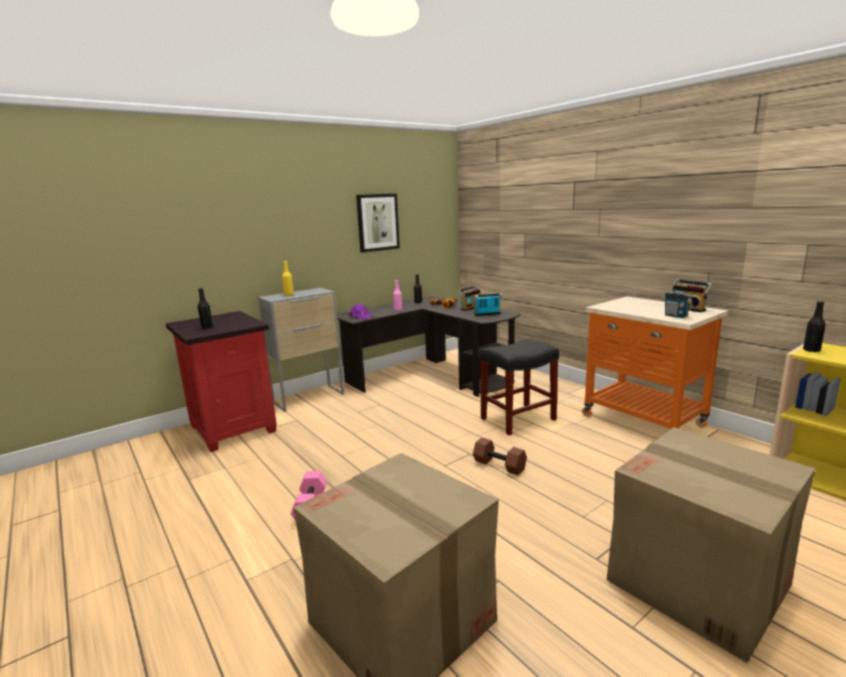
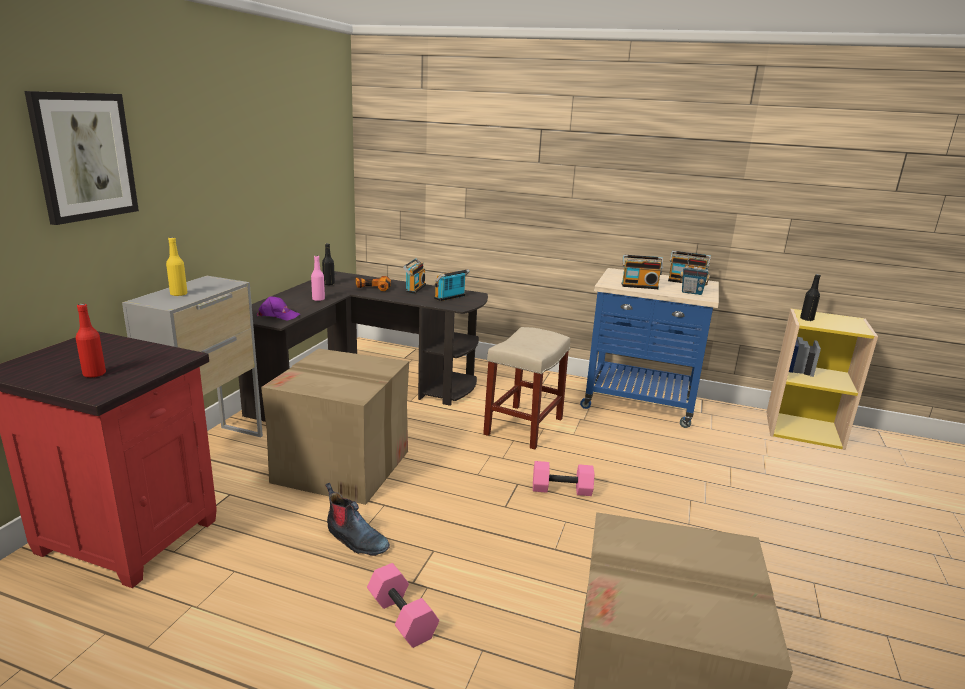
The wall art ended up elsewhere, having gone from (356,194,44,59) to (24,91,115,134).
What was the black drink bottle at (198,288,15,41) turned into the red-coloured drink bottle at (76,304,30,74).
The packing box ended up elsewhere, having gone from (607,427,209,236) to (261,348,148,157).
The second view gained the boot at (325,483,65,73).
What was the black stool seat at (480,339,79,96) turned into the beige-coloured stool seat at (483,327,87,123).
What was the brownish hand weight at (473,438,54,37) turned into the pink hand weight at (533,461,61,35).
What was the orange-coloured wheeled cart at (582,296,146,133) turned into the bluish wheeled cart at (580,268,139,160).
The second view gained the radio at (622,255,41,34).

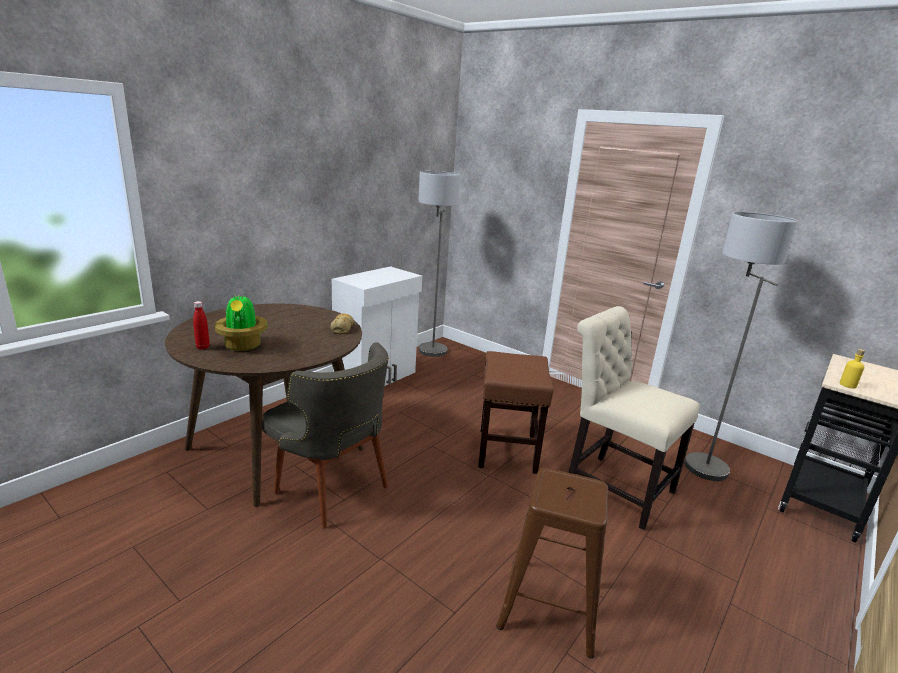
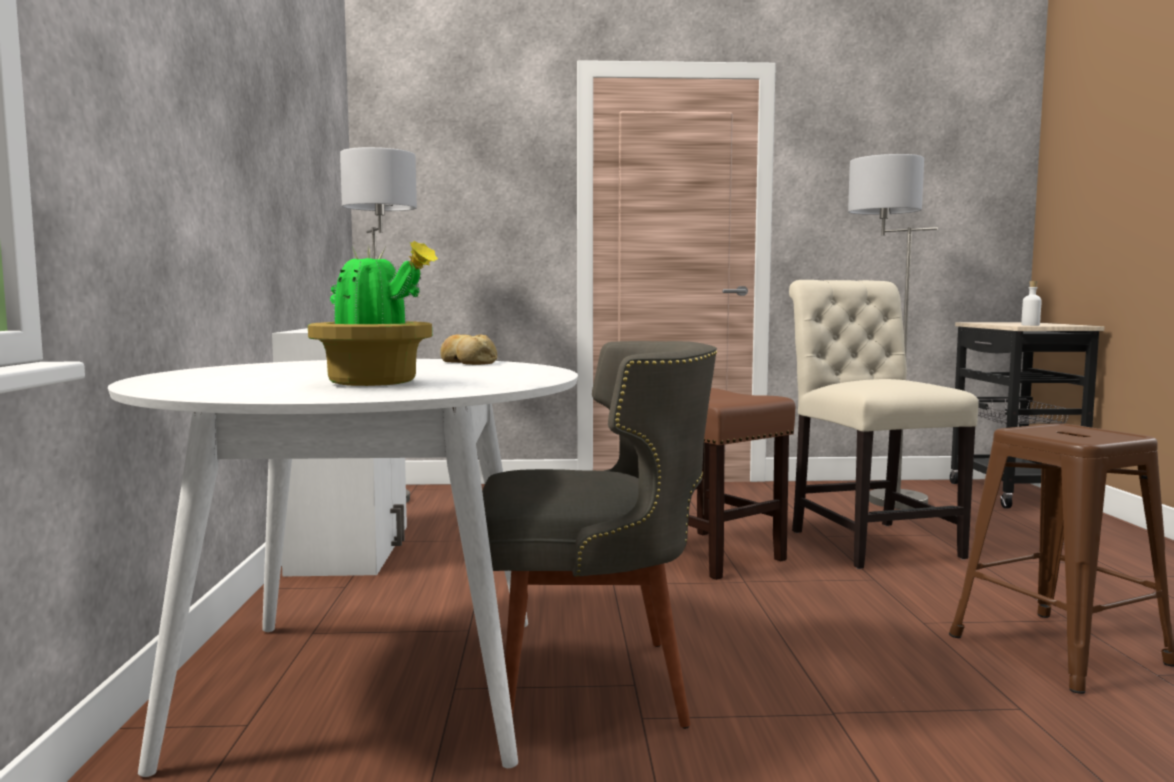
What was the brownish kitchen table at (165,304,199,203) turned into the white-coloured kitchen table at (108,359,470,418).
The beige-coloured plain chair at (567,306,133,224) ended up facing another way, 75 degrees clockwise from before.
What was the yellow-coloured drink bottle at (840,349,25,39) turned into the white-coloured drink bottle at (1021,281,21,45).
The second view lost the red-coloured drink bottle at (193,301,17,49).

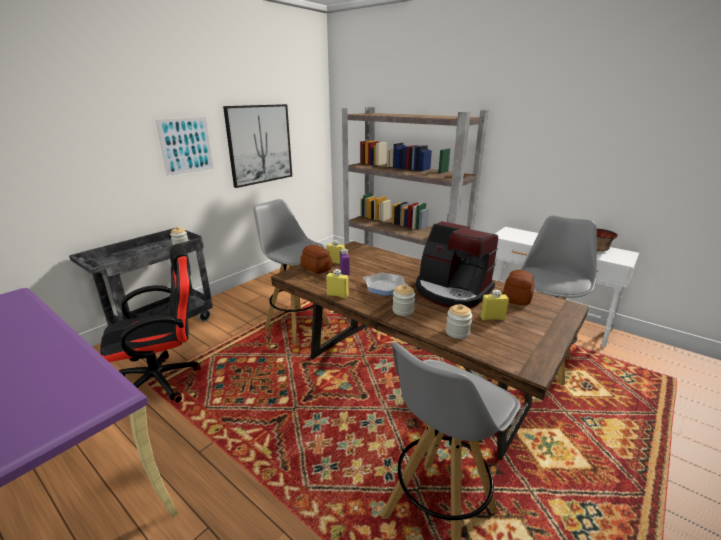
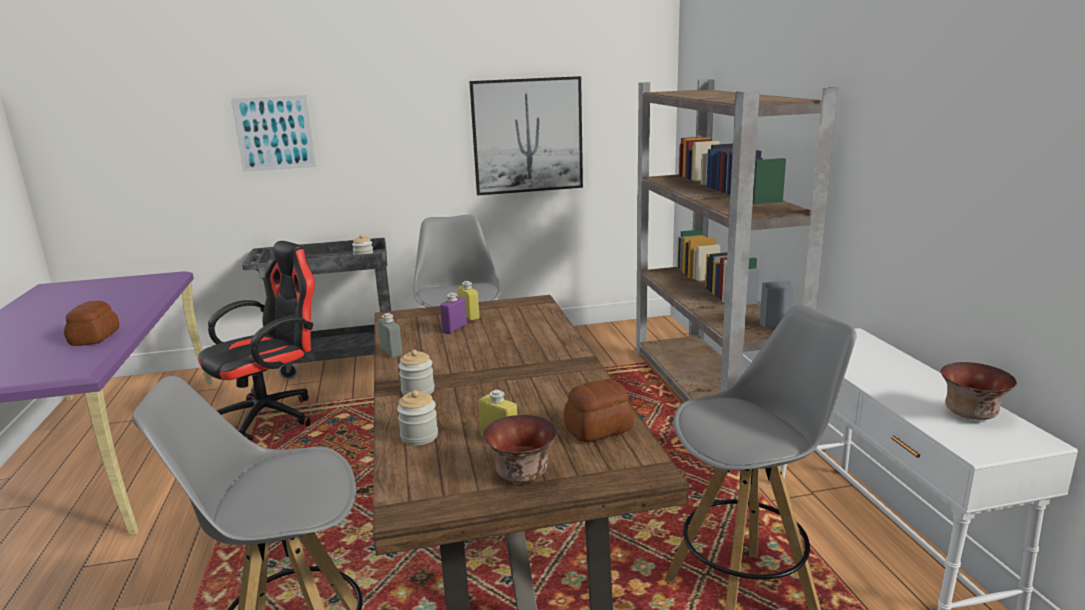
The bakery bread ended up elsewhere, having gone from (300,245,32,29) to (64,301,55,45).
The black desk chair at (100,244,101,159) ended up facing another way, 60 degrees counterclockwise from before.
The wall art ended up elsewhere, having gone from (156,117,58,59) to (231,95,85,77).
What was the yellow-coloured drink bottle at (326,269,23,29) turned into the gray drink bottle at (378,313,24,45).
The second view gained the bowl at (483,415,75,68).
The second view lost the skillet at (363,273,44,23).
The second view lost the coffee machine at (416,221,82,87).

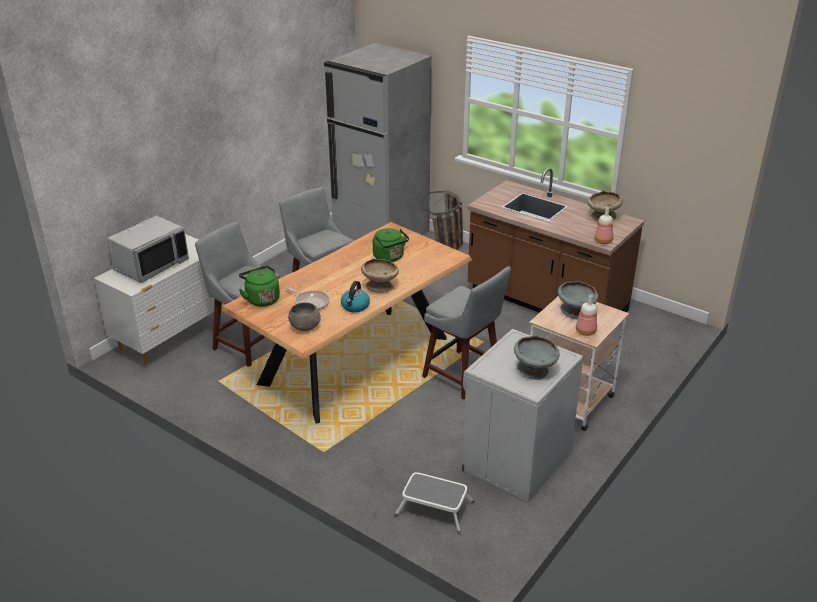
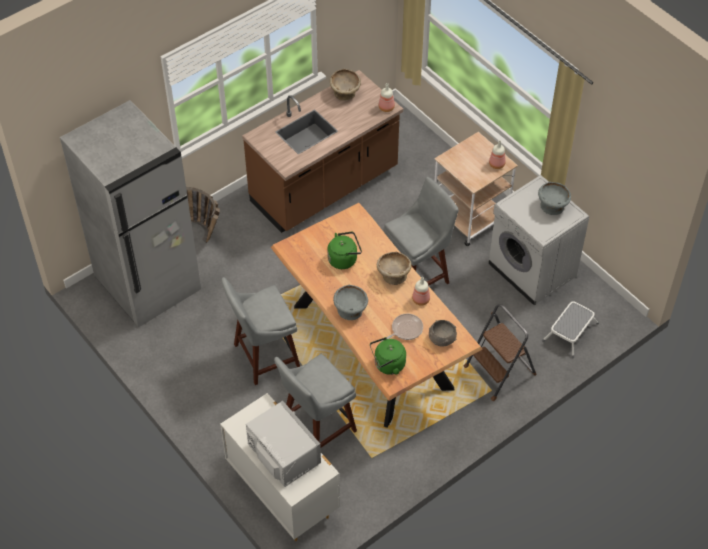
The gray bowl ended up elsewhere, having gone from (558,281,40,38) to (333,285,35,35).
Where the tea kettle stood at (341,281,29,32), the drink bottle came to stand at (412,277,18,29).
The second view gained the brownish step stool at (463,304,74,97).

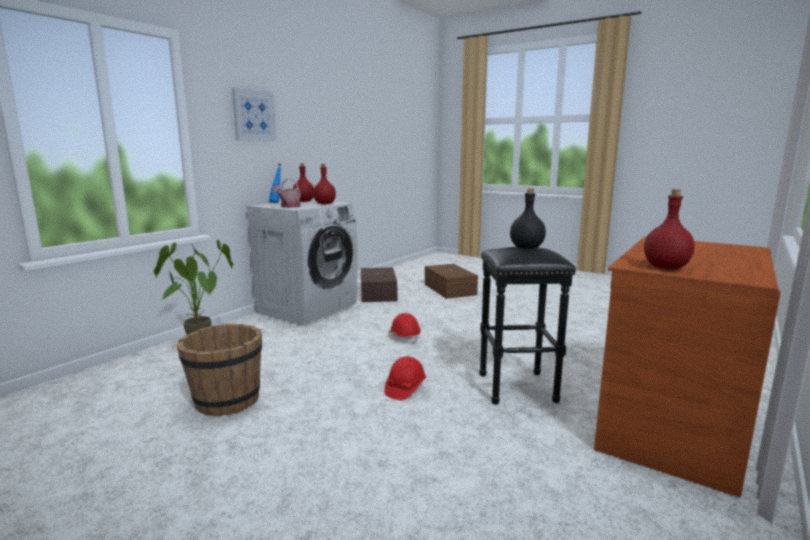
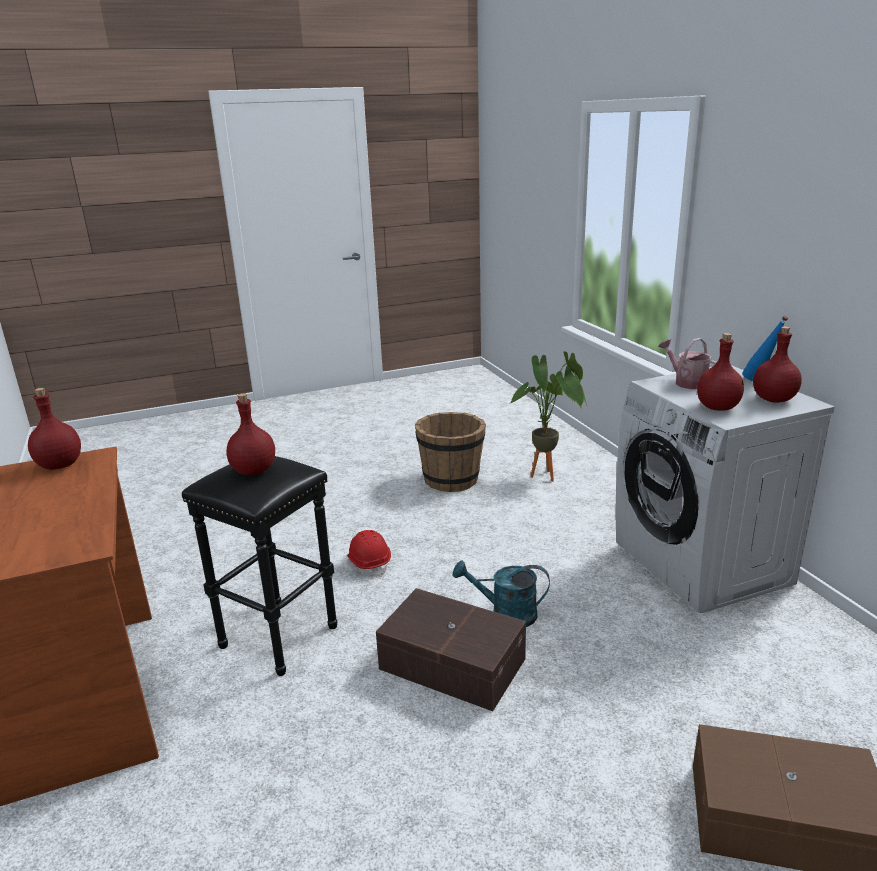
What was the black drink bottle at (510,188,36,61) turned into the red-coloured drink bottle at (226,393,49,82).
The brownish storage box ended up elsewhere, having gone from (361,267,36,35) to (376,588,150,123).
Where the red-coloured hard hat stood at (389,313,32,31), the turquoise-coloured sprinkling can came to stand at (453,560,97,67).
The second view lost the wall art at (232,88,45,53).

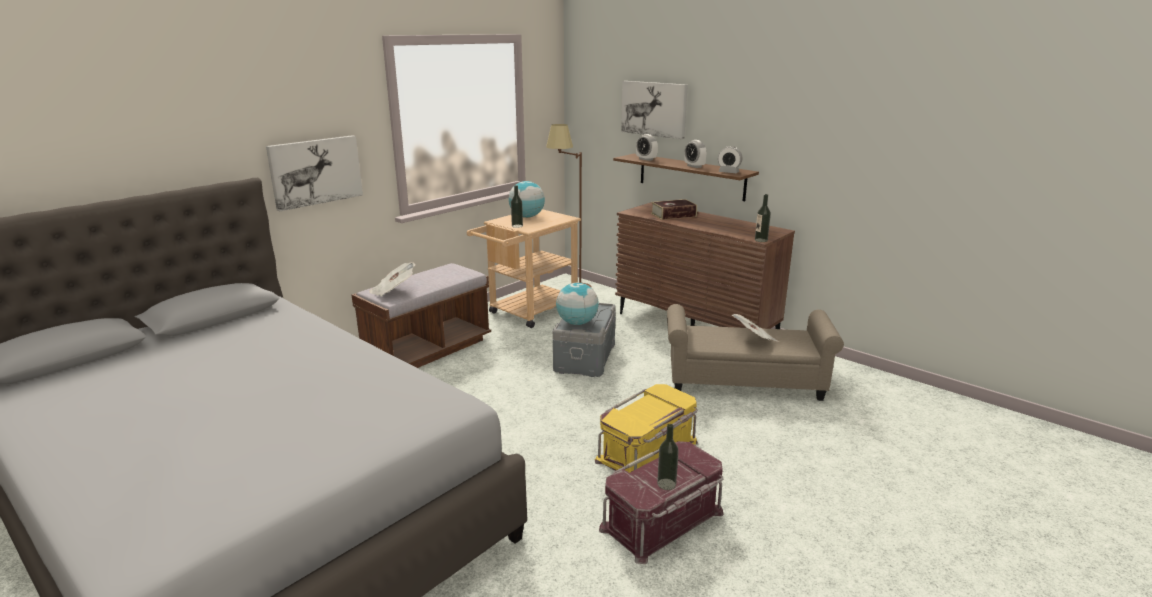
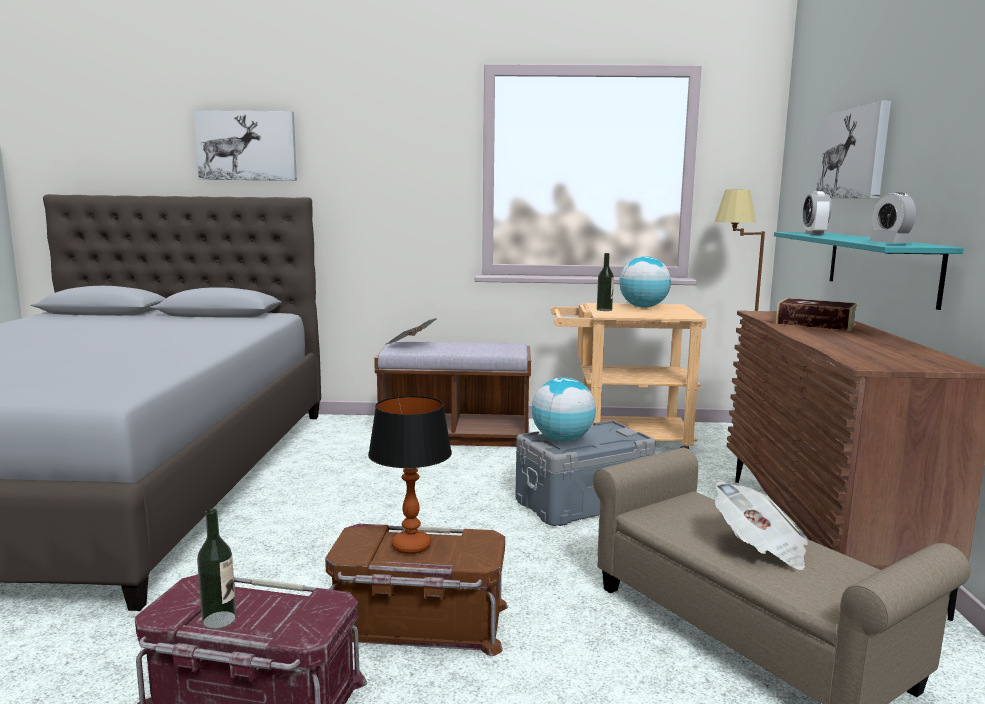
The wall art ended up elsewhere, having gone from (266,135,97,76) to (194,110,103,71).
What was the yellow-coloured storage box at (595,384,103,89) turned into the brownish storage box at (325,524,183,132).
The second view gained the table lamp at (368,396,84,158).
What was the brownish wall shelf at (613,154,146,47) turned into the turquoise-coloured wall shelf at (774,232,190,78).
The second view lost the alarm clock at (684,140,22,28).
The second view lost the drink bottle at (755,194,16,48).

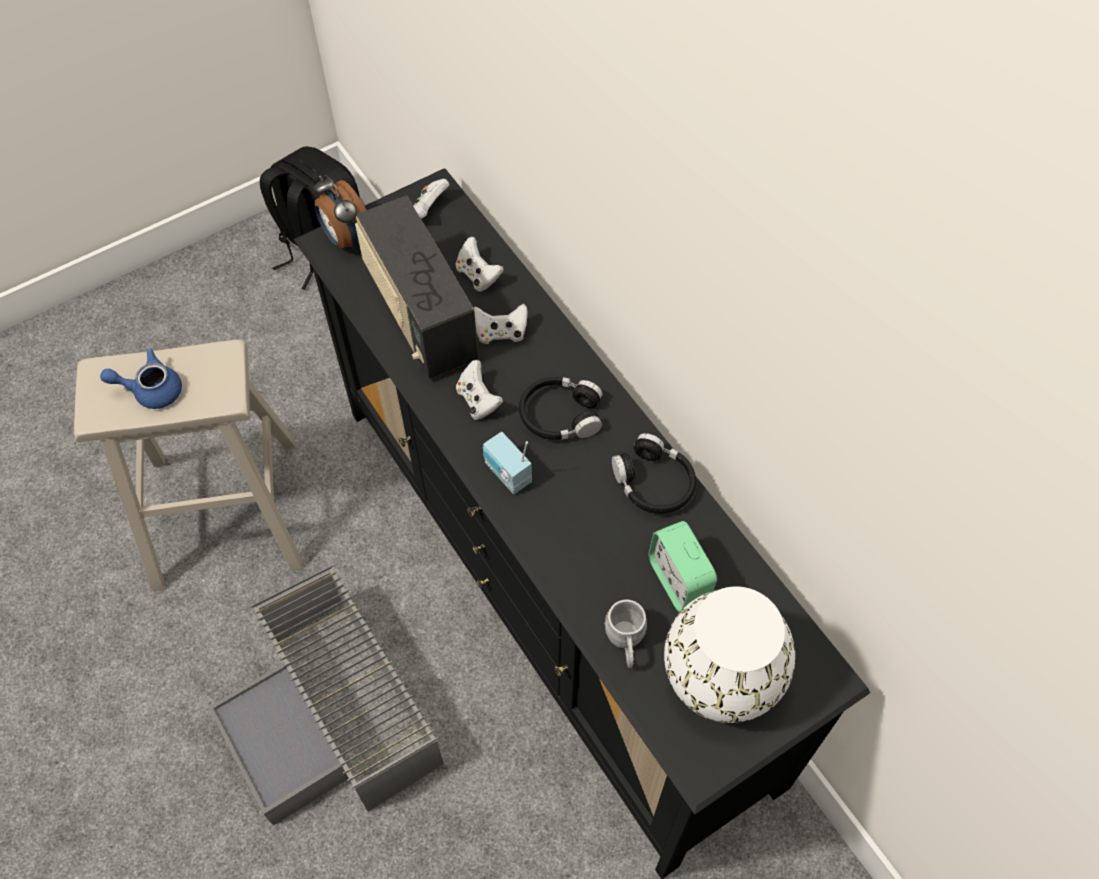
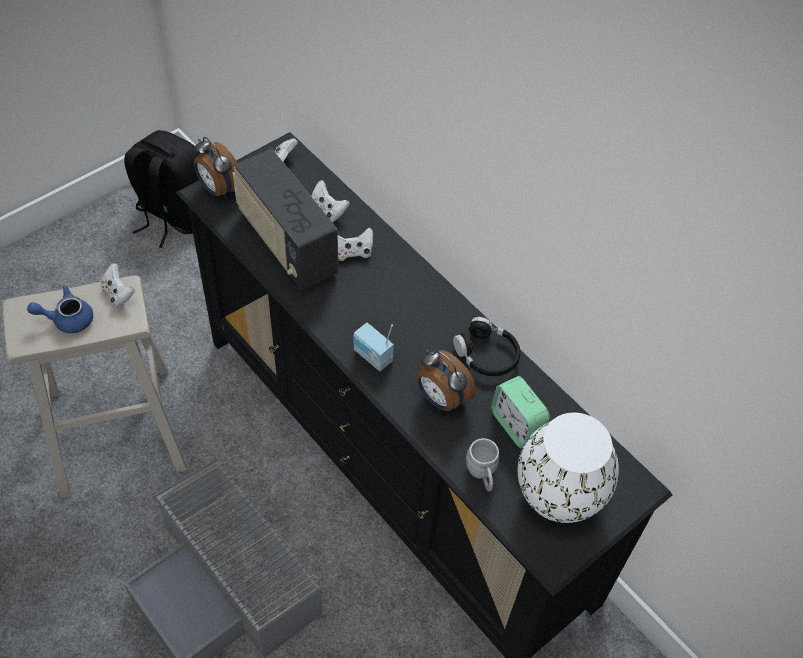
The white-coloured gamepad ended up elsewhere, having gone from (456,360,47,60) to (101,263,34,44).
The second view gained the alarm clock at (417,350,59,61).
The second view lost the black headset at (519,377,84,63).

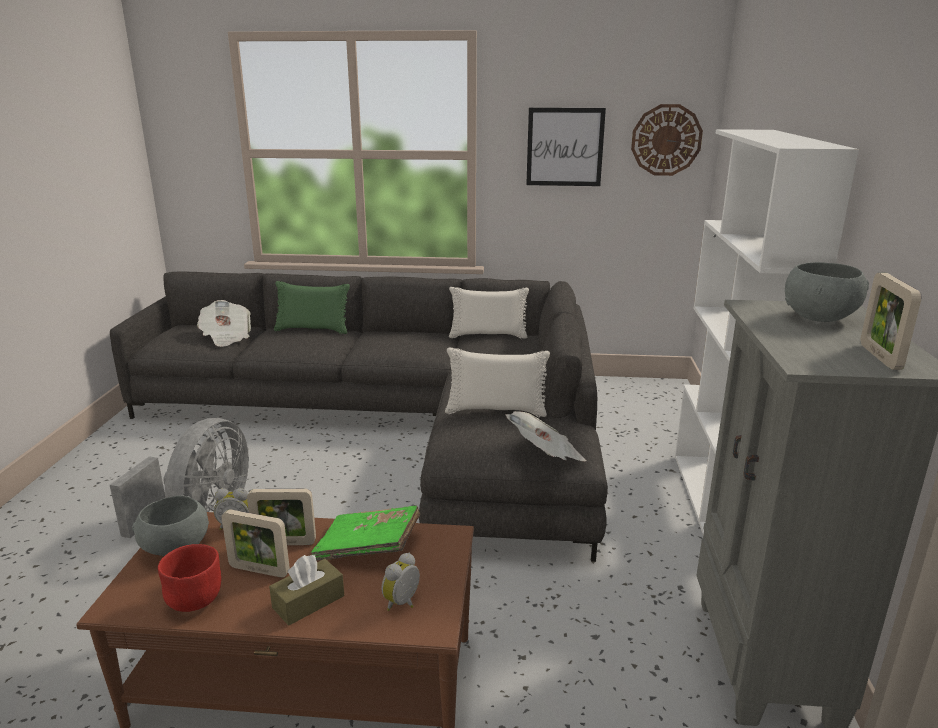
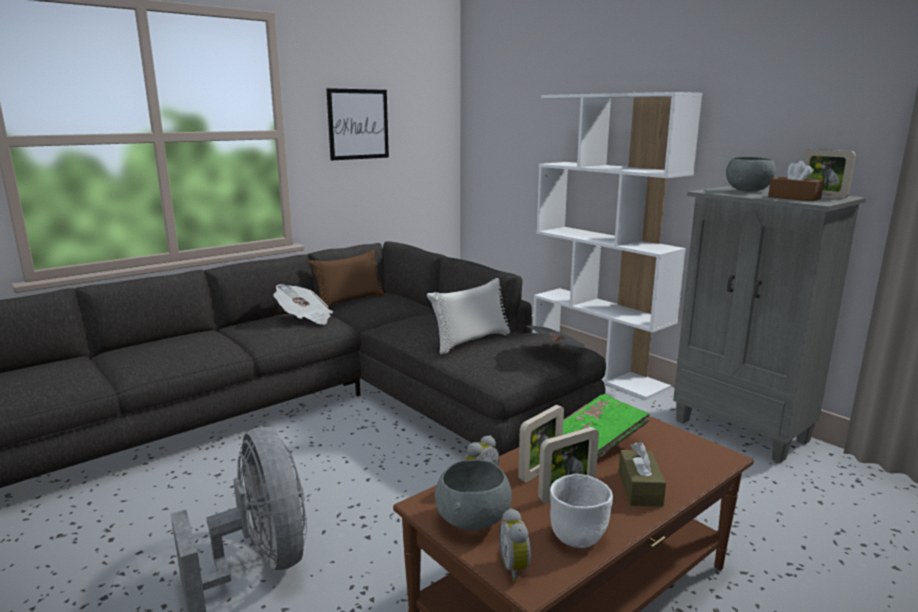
The daily paper ended up elsewhere, having gone from (197,300,54,47) to (273,284,60,41).
What was the white-coloured pillow at (449,287,80,52) turned into the brownish pillow at (308,250,76,57).
The alarm clock ended up elsewhere, having gone from (381,553,39,58) to (499,508,32,74).
What was the red-coloured bowl at (158,544,63,68) turned into the white-coloured bowl at (550,474,63,74).
The second view gained the brownish tissue holder at (768,161,56,40).
The second view lost the green-coloured pillow at (274,281,76,54).
The second view lost the clock on the wall at (631,104,72,72).

